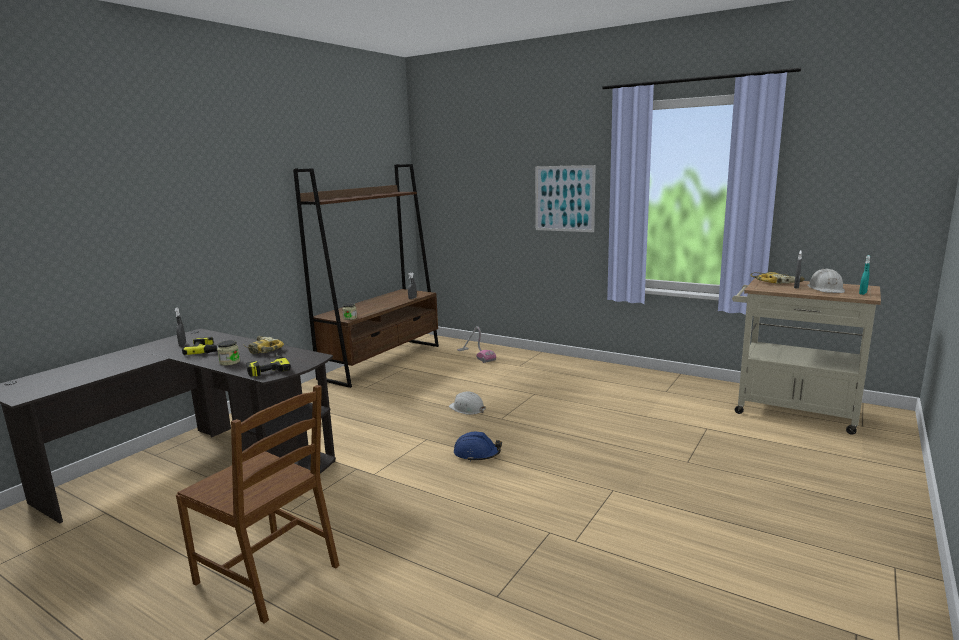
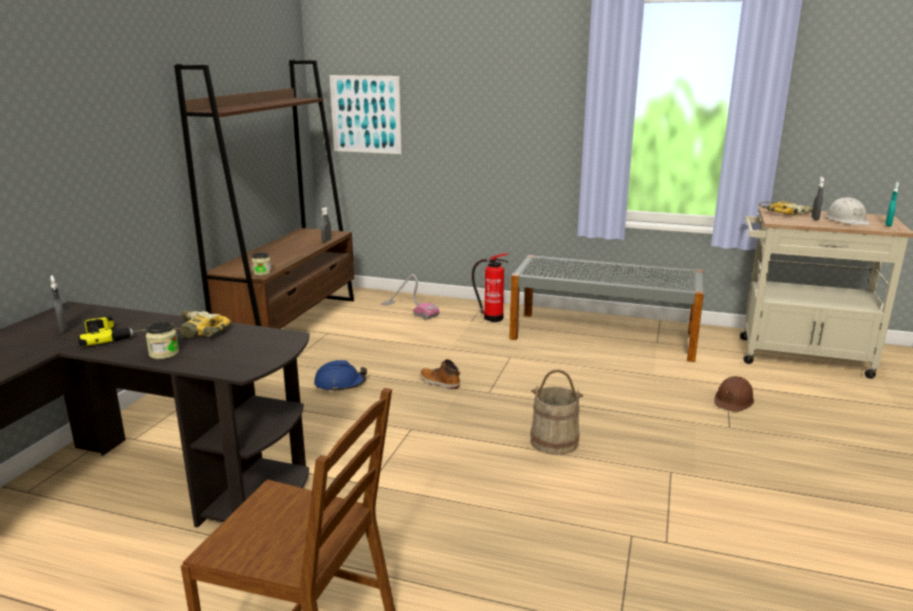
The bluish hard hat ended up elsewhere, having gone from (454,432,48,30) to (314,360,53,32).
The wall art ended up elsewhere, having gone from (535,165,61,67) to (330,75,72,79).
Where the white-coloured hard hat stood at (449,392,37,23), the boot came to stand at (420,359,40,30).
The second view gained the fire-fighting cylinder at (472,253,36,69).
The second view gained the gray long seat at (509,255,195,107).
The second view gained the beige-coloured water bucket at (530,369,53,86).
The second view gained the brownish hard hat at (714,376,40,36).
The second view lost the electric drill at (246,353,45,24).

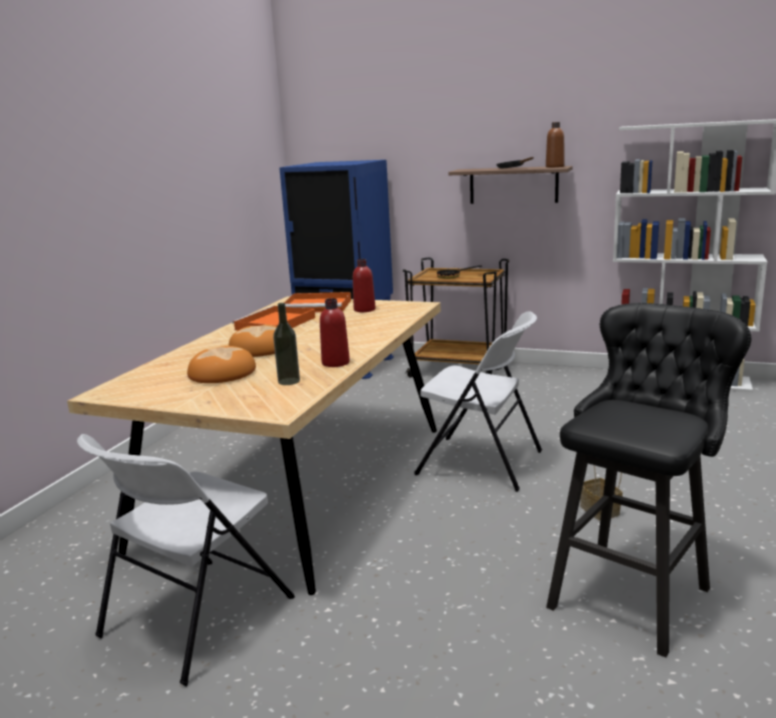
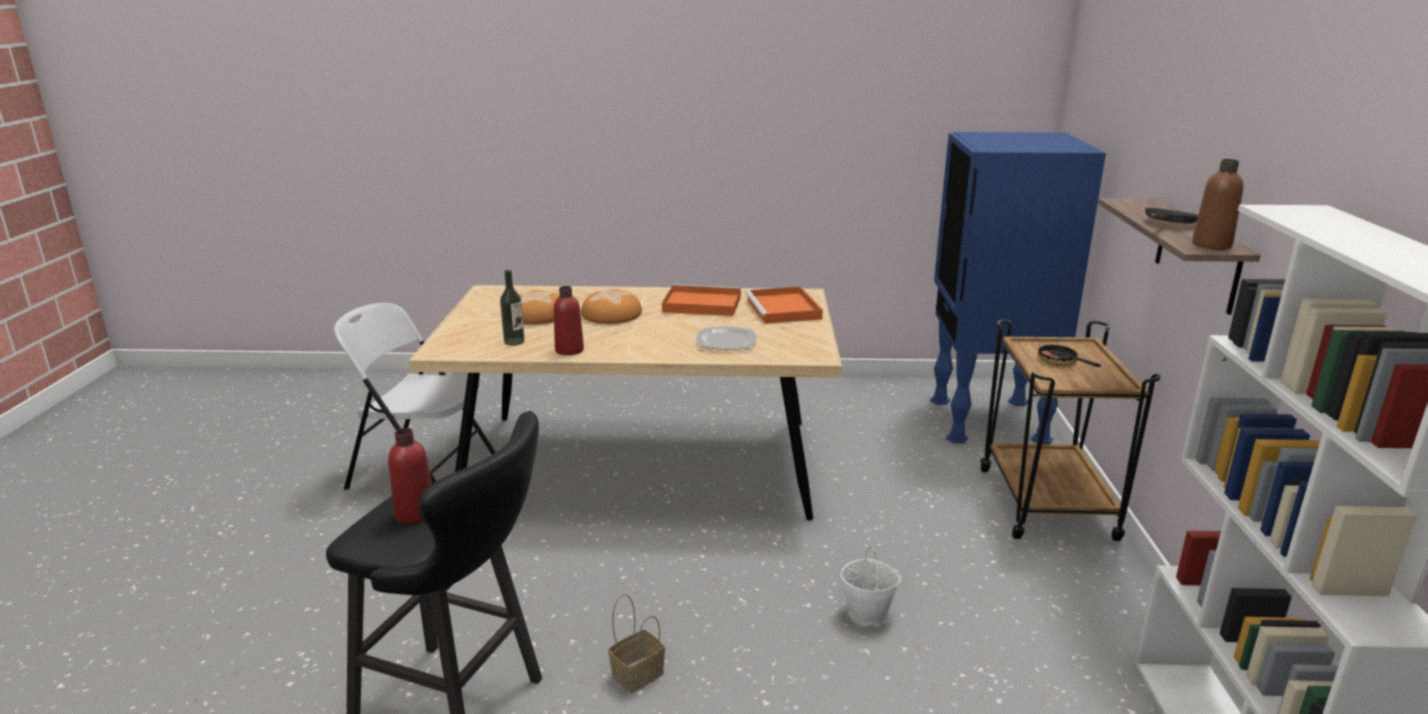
The red-coloured drink bottle ended up elsewhere, having gone from (353,259,23,53) to (388,428,44,96).
The second view gained the flat dish at (696,326,61,24).
The second view gained the white-coloured water bucket at (841,546,60,79).
The second view lost the white-coloured plain chair at (414,312,128,180).

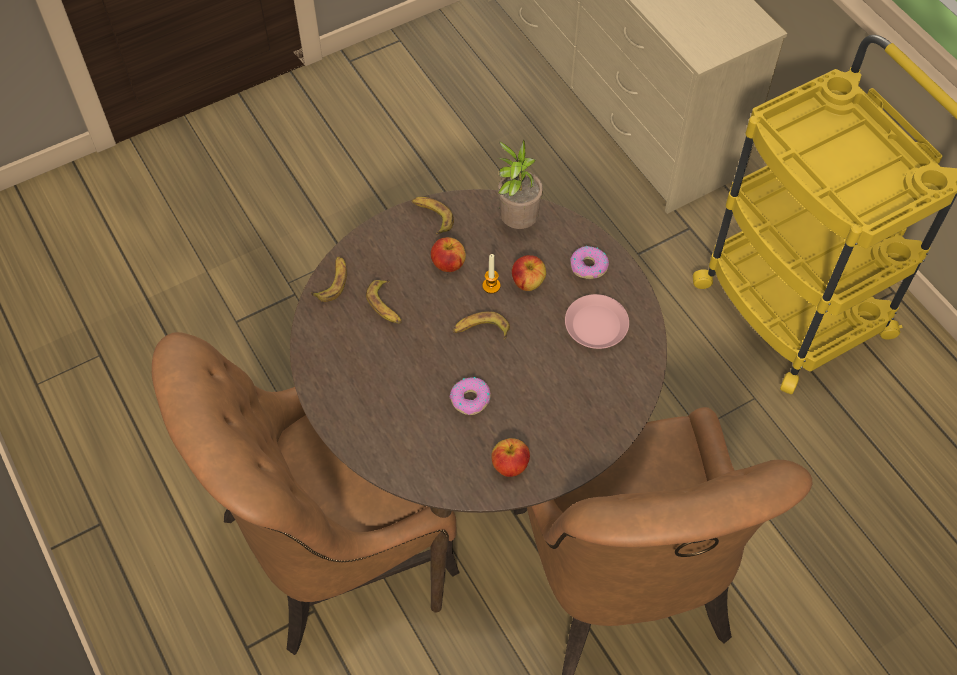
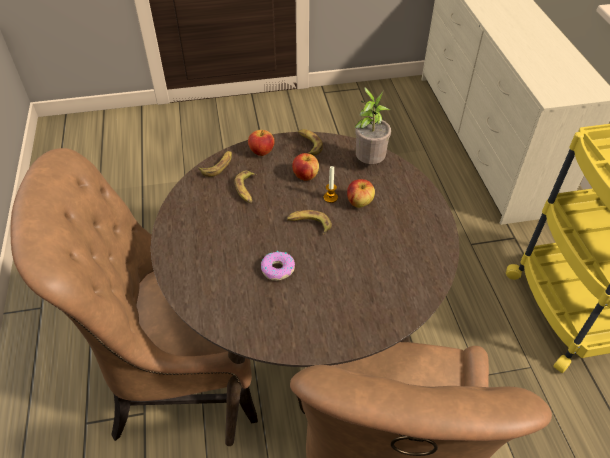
The whole apple ended up elsewhere, having gone from (491,438,39,39) to (248,130,27,26).
The second view lost the pink flat dish at (565,294,64,55).
The second view lost the ring doughnut at (570,246,39,33).

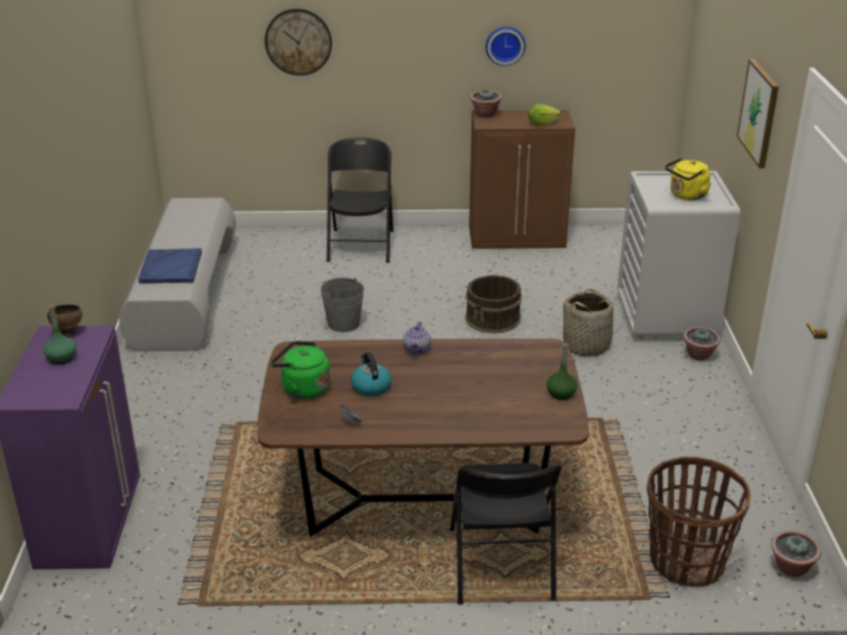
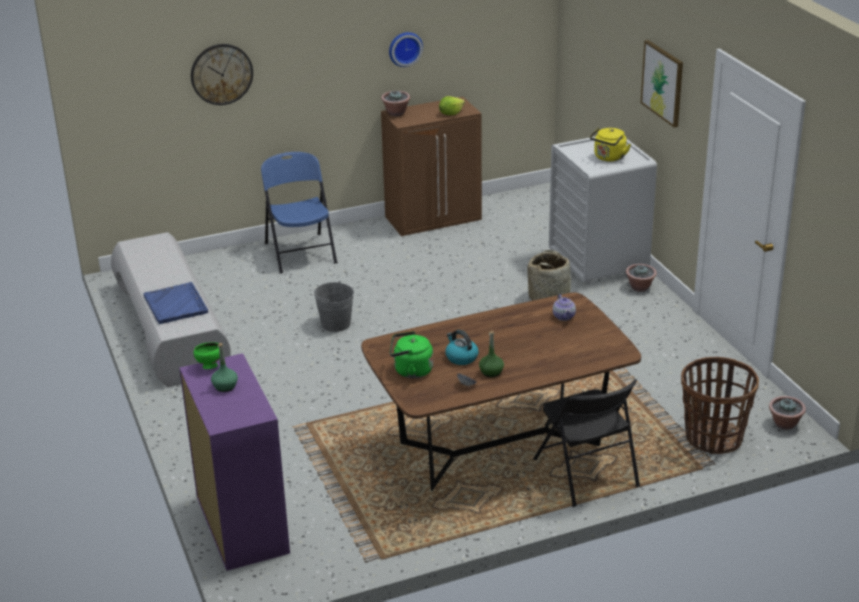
What was the brownish bowl at (47,304,35,31) turned into the green-coloured bowl at (194,342,26,27).
What was the black plain chair at (326,137,68,126) turned into the bluish plain chair at (261,152,76,122).
The green-coloured drink bottle ended up elsewhere, having gone from (547,343,30,57) to (479,331,25,46).
The pot for tea ended up elsewhere, having gone from (403,322,28,33) to (553,294,23,27).
The second view lost the brownish water bucket at (465,275,57,58).

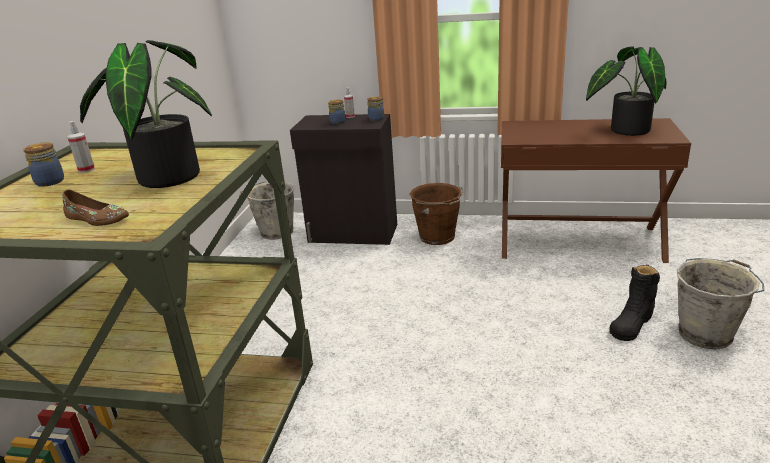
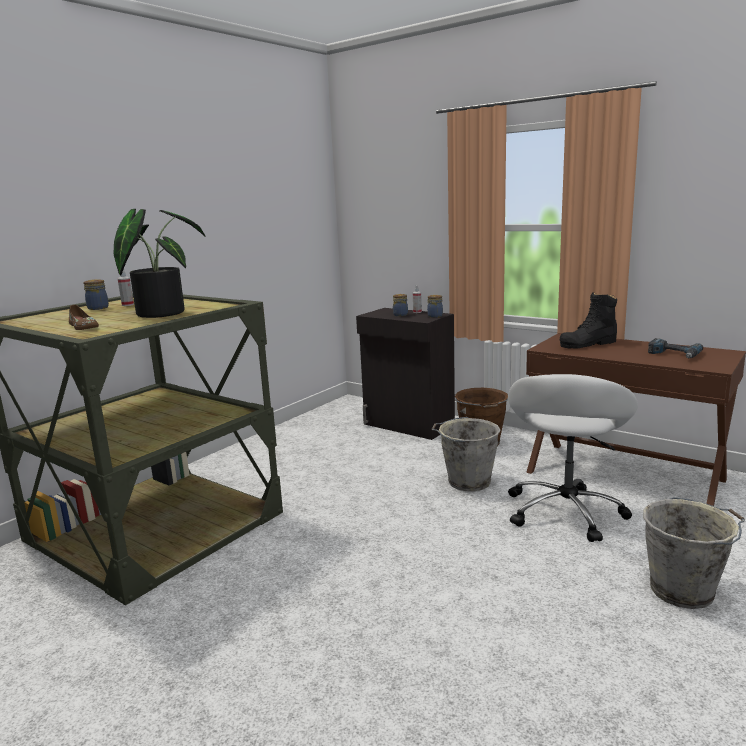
The gray water bucket ended up elsewhere, having gone from (239,182,56,58) to (431,417,70,74).
The second view gained the white-coloured desk chair at (508,374,130,168).
The black boot ended up elsewhere, having gone from (609,265,51,76) to (560,292,57,57).
Where the potted plant stood at (586,46,81,90), the electric drill came to stand at (648,338,55,20).

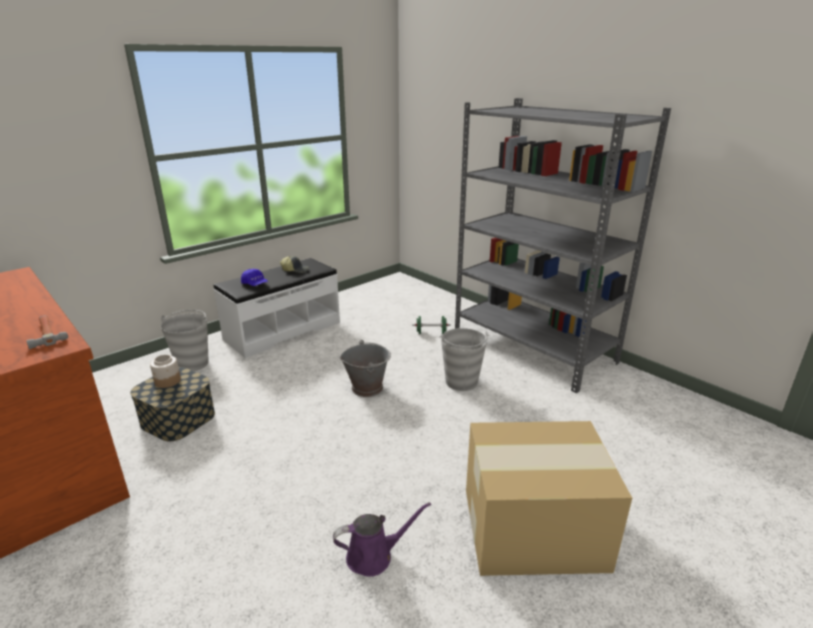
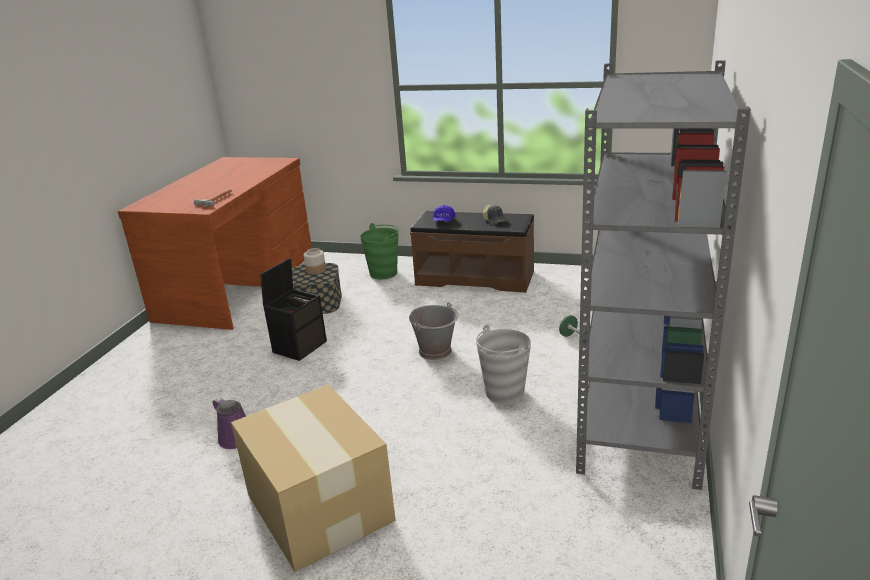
The second view gained the black storage box at (260,258,67,103).
What was the gray water bucket at (161,310,48,61) turned into the green-coloured water bucket at (360,223,39,56).
What was the white-coloured long seat at (213,258,127,100) turned into the brownish long seat at (410,211,124,82).

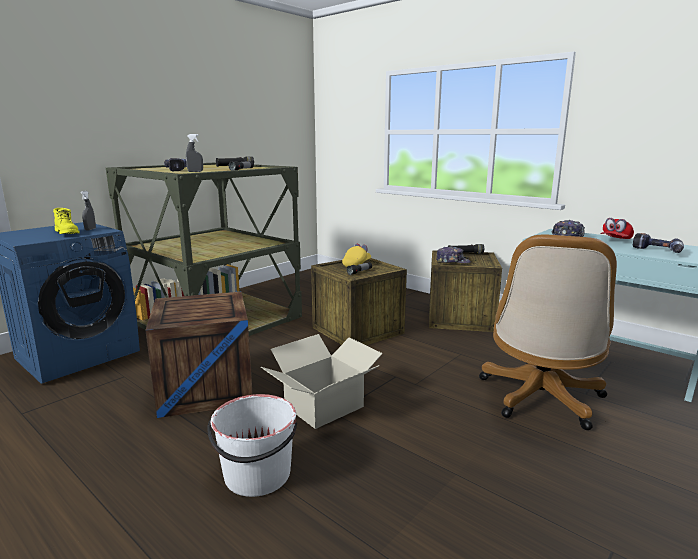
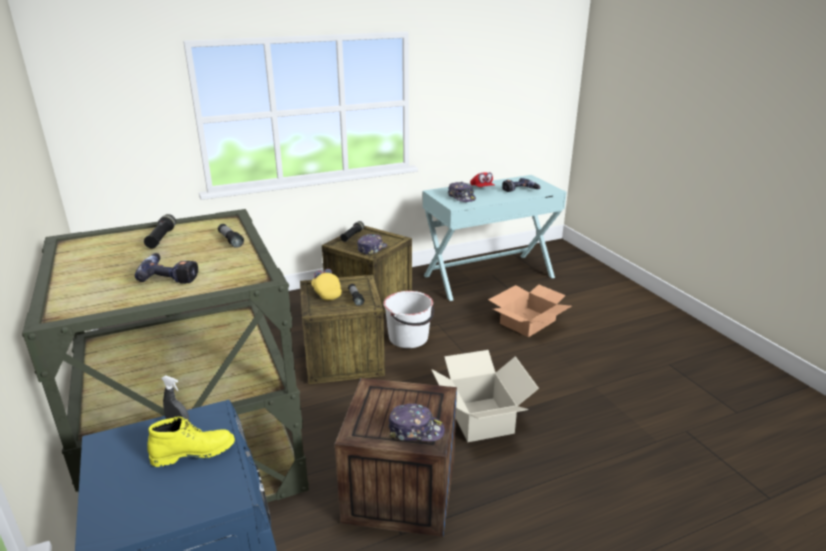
The white-coloured water bucket ended up elsewhere, having gone from (208,394,89,103) to (383,291,51,57).
The second view gained the peaked cap at (388,404,57,38).
Where the desk chair stood at (479,235,138,195), the packing box came to stand at (488,284,83,53).
The second view lost the gray hand sprayer at (186,134,17,38).

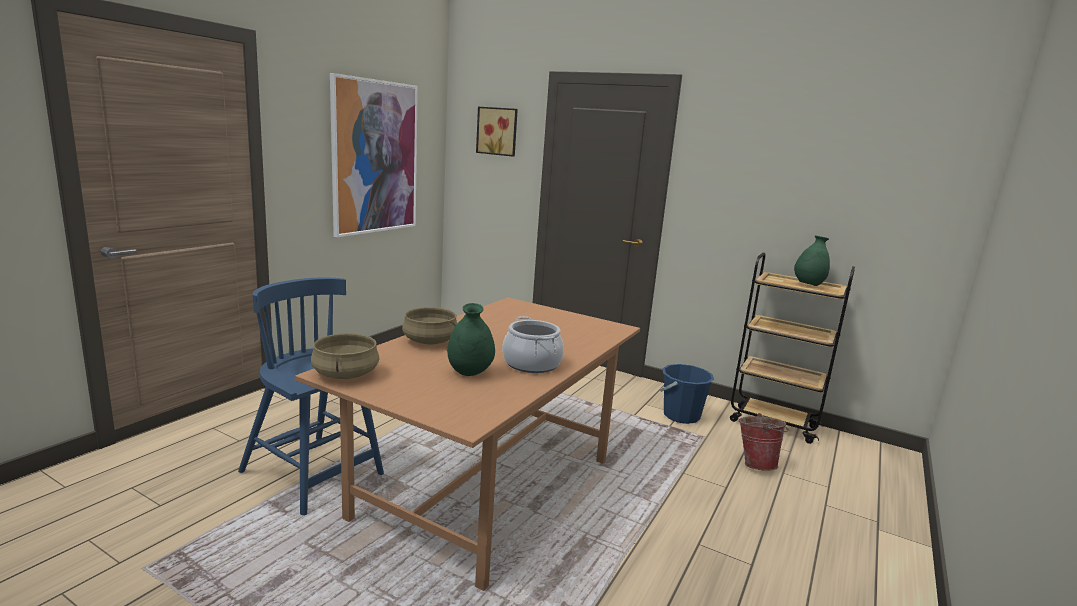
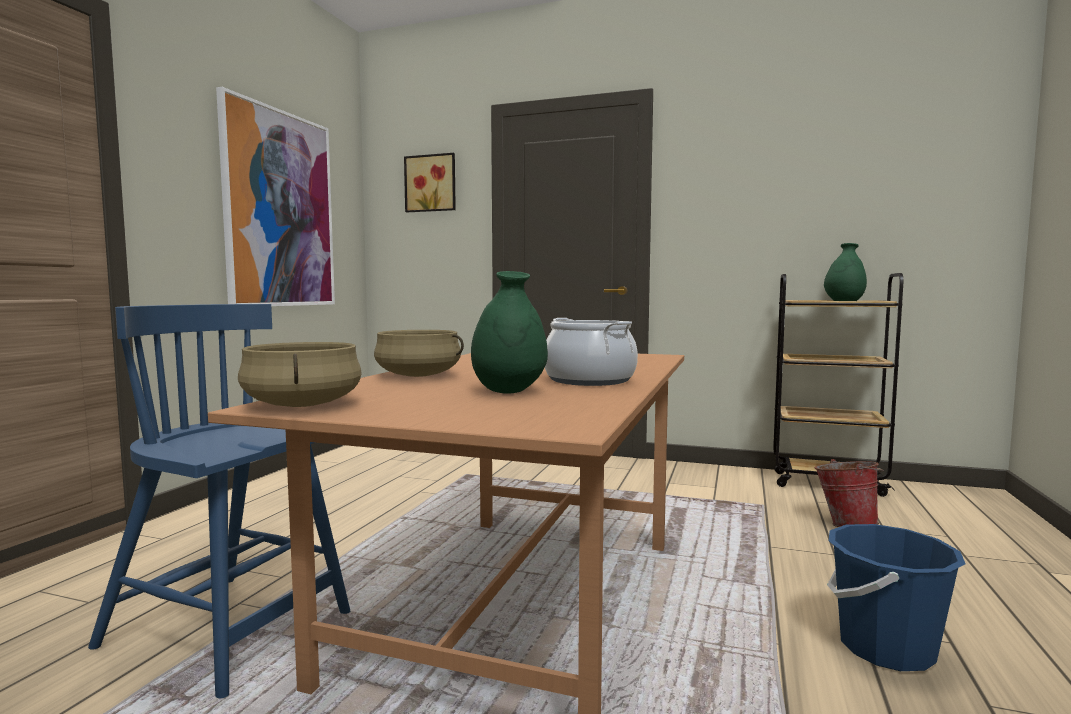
The bluish water bucket ended up elsewhere, having gone from (660,364,54,60) to (827,524,138,147).

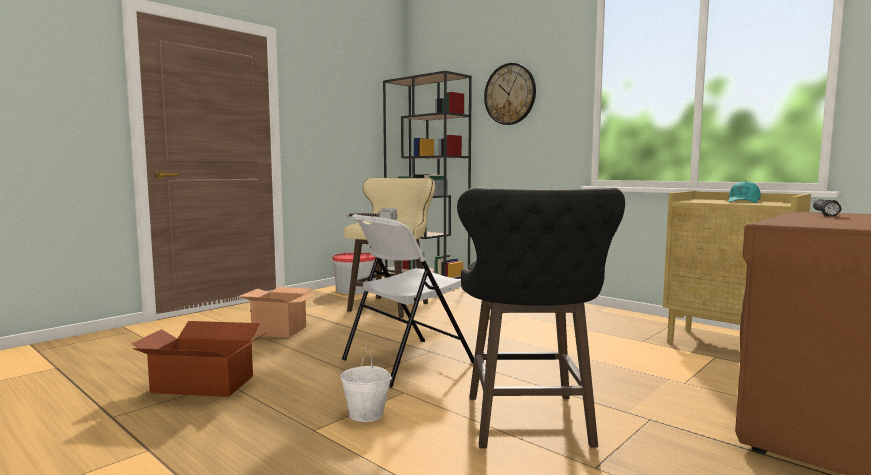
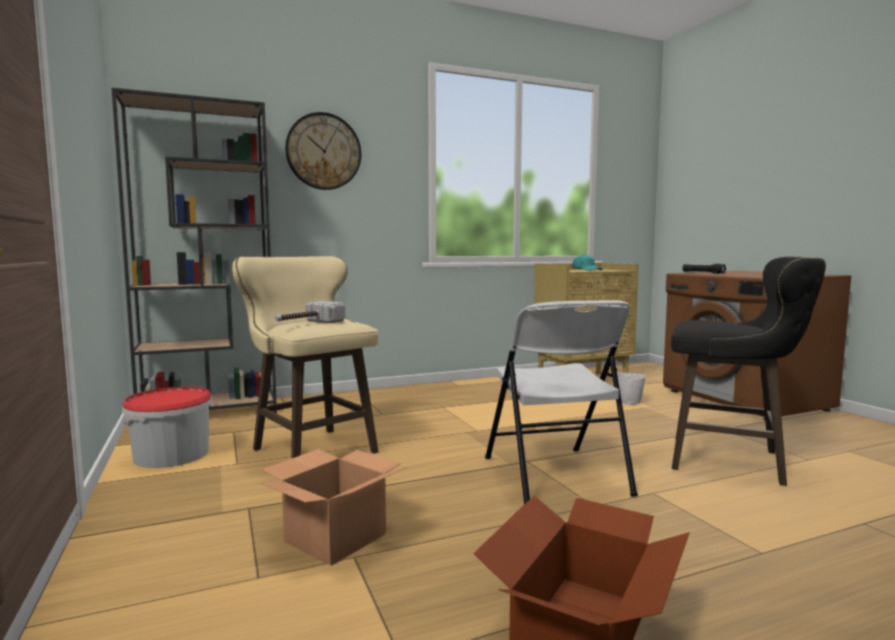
The white-coloured water bucket ended up elsewhere, having gone from (340,347,52,75) to (617,358,29,47).

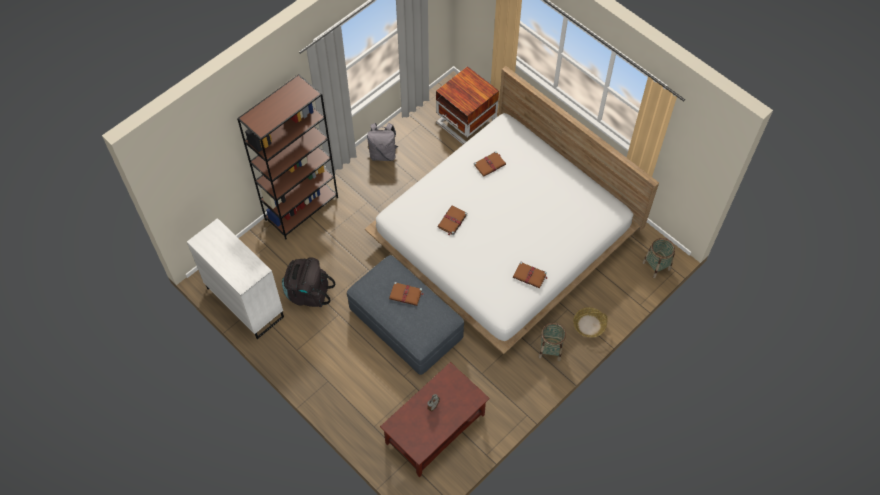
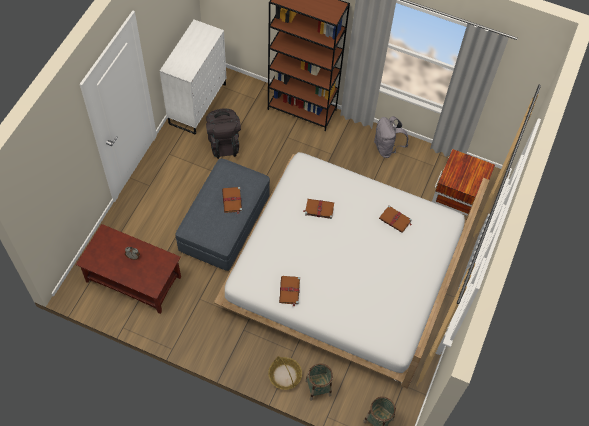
The basket ended up elsewhere, having gone from (539,323,27,38) to (305,363,28,38).

